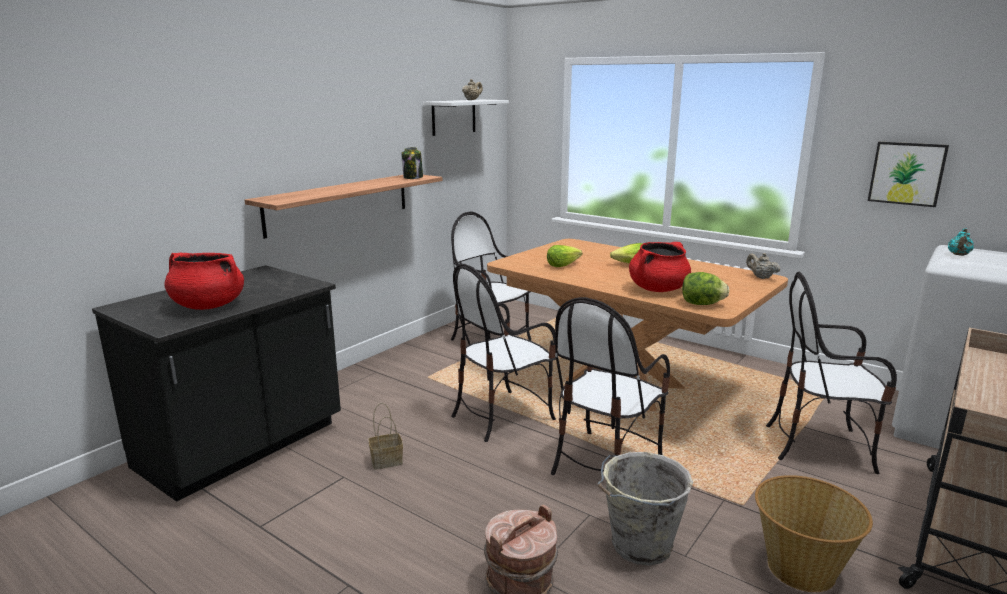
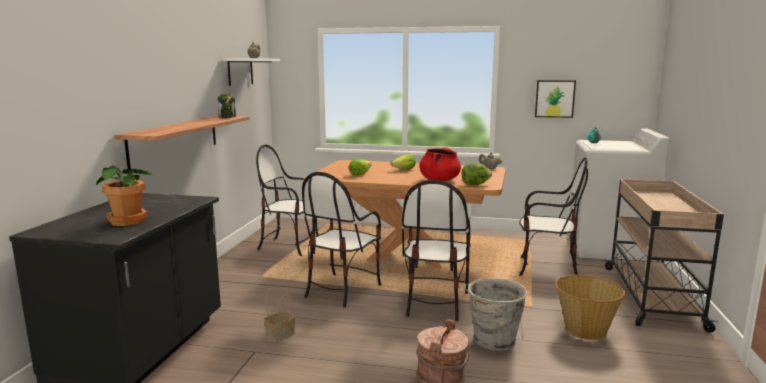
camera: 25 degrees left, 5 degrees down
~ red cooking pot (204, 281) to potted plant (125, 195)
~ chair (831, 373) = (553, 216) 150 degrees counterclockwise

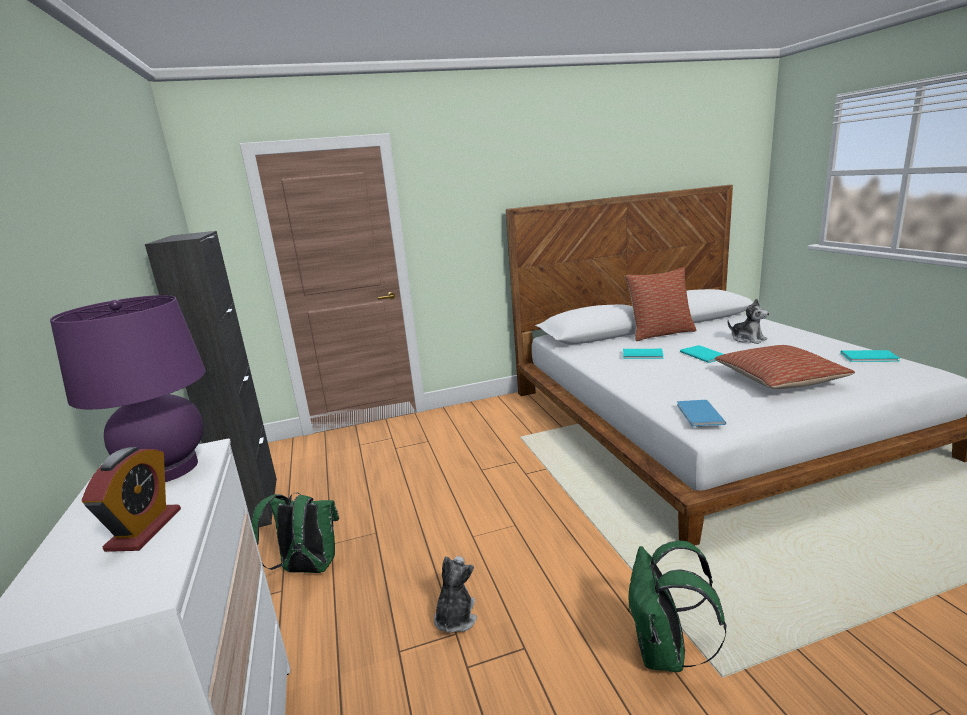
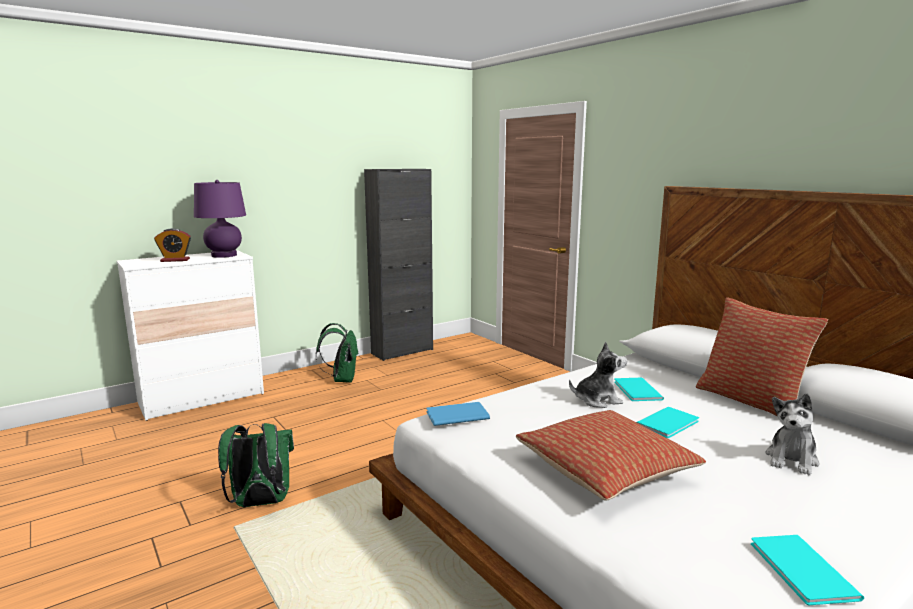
camera: 70 degrees right, 5 degrees down
~ plush toy (455, 594) to (598, 375)

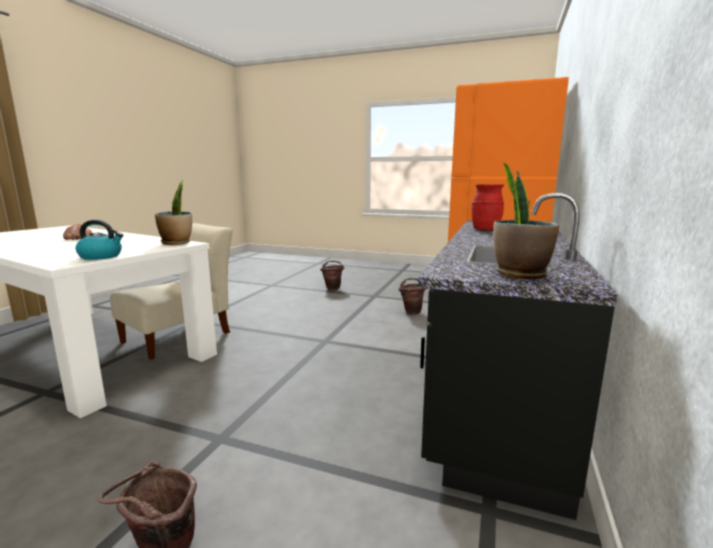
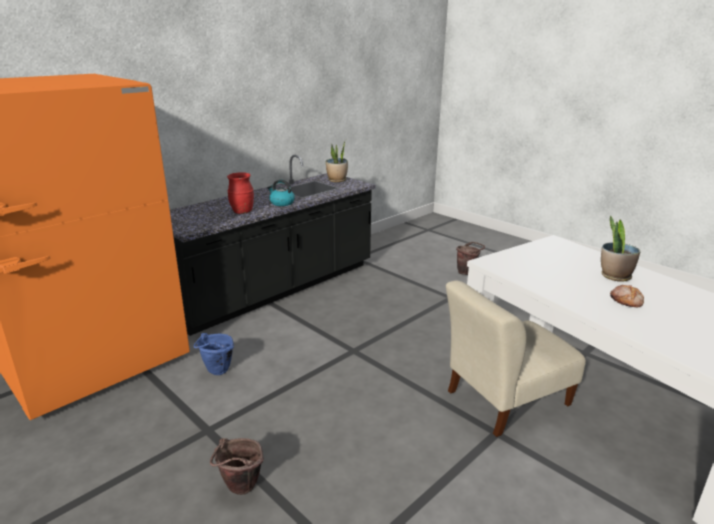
camera: 155 degrees left, 10 degrees up
~ brown bucket (412, 296) to blue bucket (214, 354)
~ kettle (99, 240) to (281, 192)
~ potted plant (173, 212) to (620, 249)

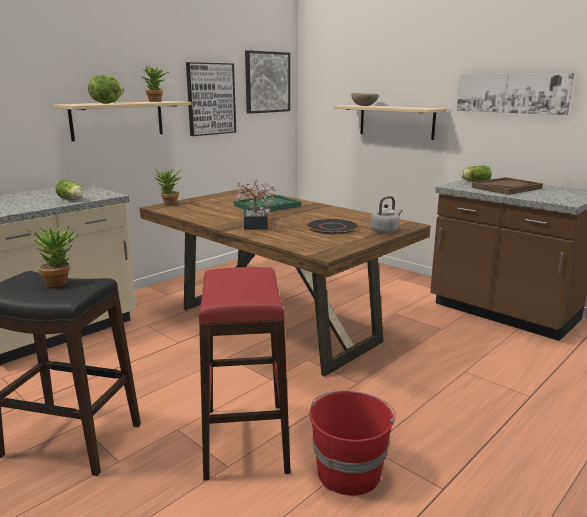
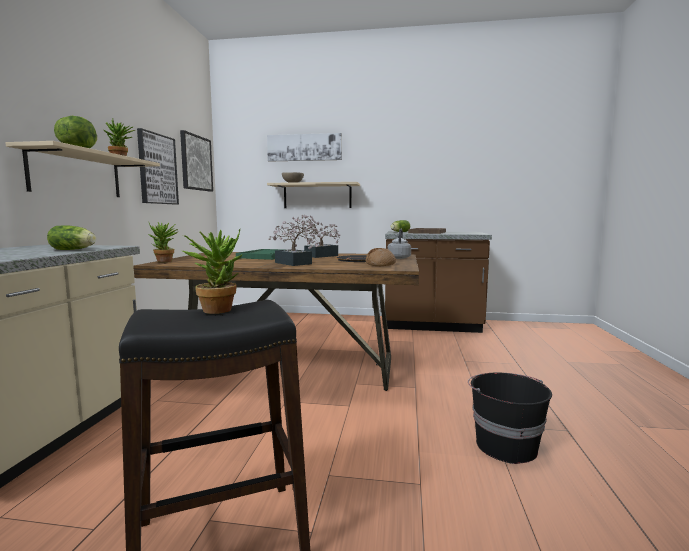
camera: 35 degrees left, 10 degrees down
~ picture (516, 94) to (304, 147)
+ potted plant (317, 237)
+ bread (381, 257)
~ red bucket (353, 443) to black bucket (510, 418)
- red stool (245, 373)

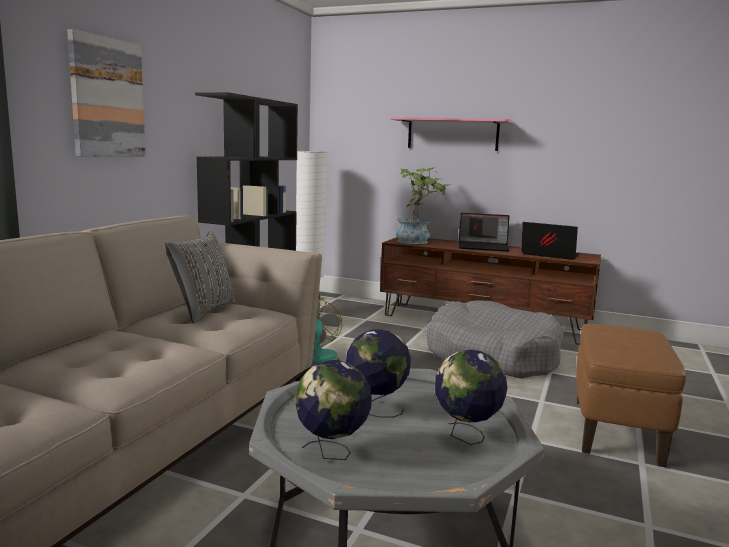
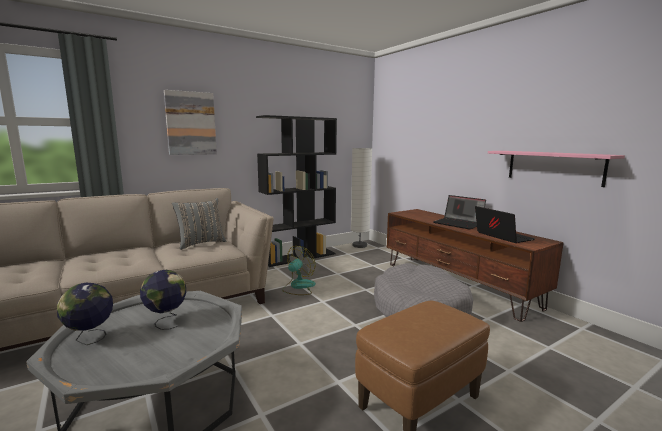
camera: 35 degrees right, 0 degrees up
~ pink shelf (451, 134) to (556, 169)
- potted plant (422, 206)
- globe (471, 397)

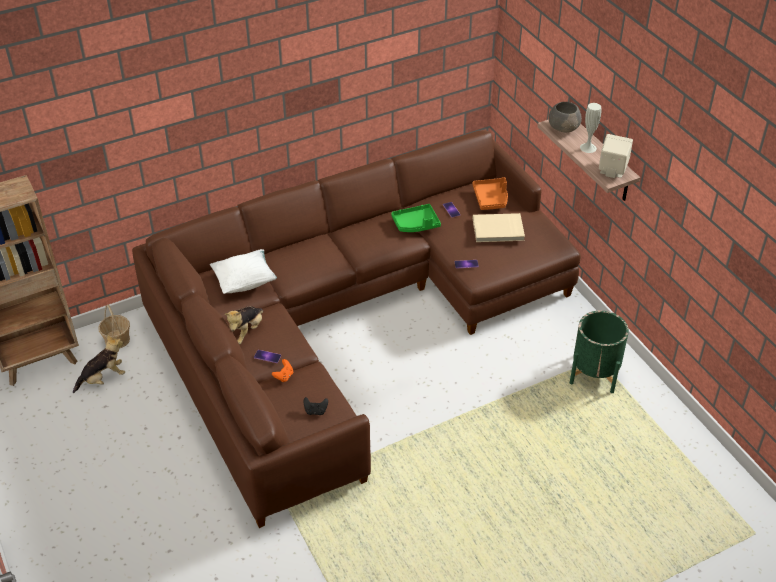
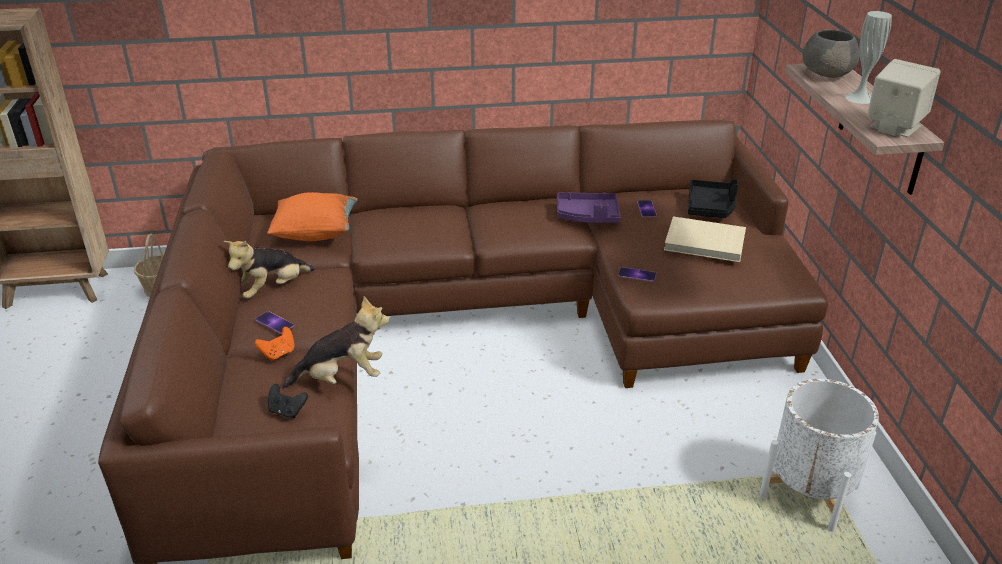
camera: 20 degrees right, 10 degrees down
~ white pillow (243, 271) to orange pillow (312, 216)
~ plush toy (99, 363) to (335, 342)
~ green tray (416, 218) to purple tray (589, 207)
~ orange tray (490, 193) to black tray (713, 198)
~ green planter (599, 352) to white planter (819, 455)

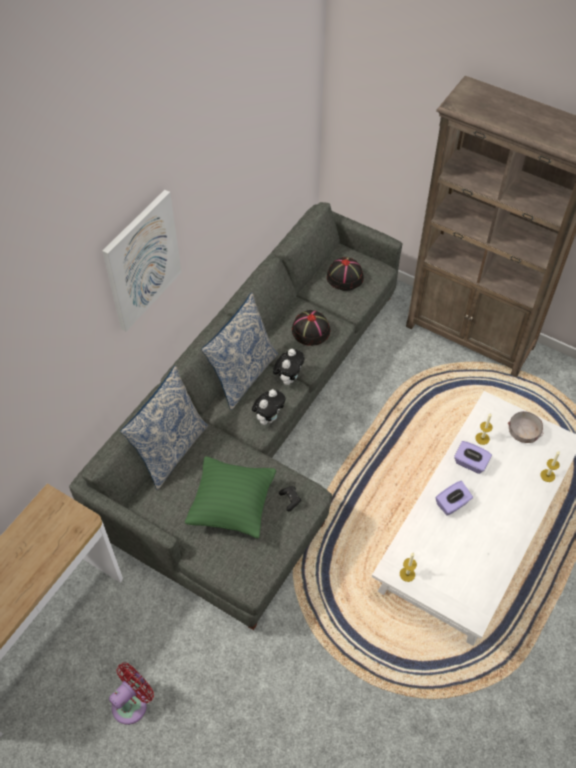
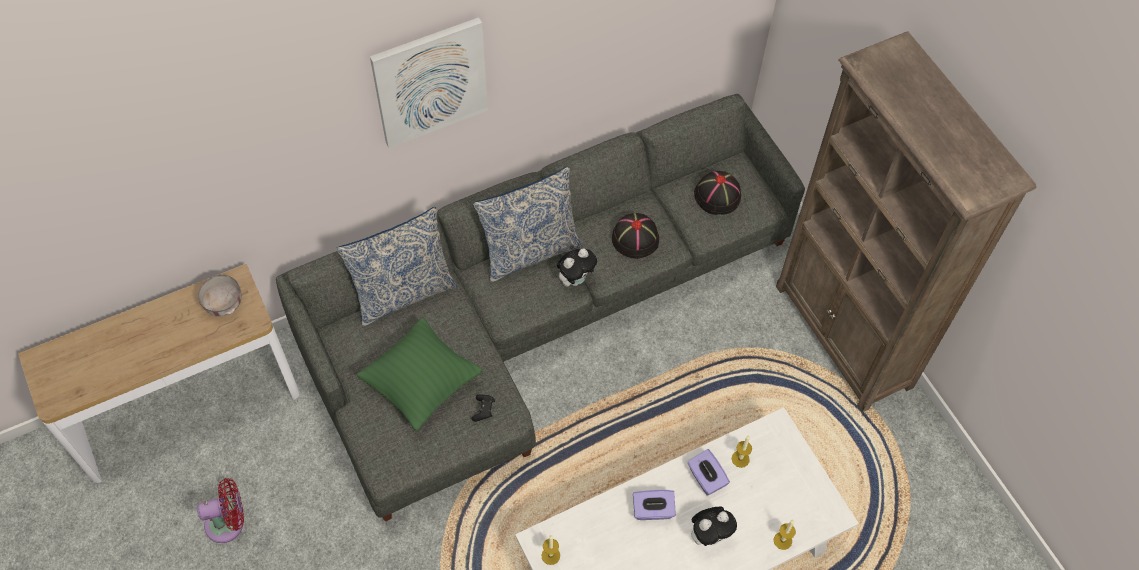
camera: 30 degrees right, 5 degrees up
~ grey bowl (526, 427) to (220, 295)
~ plush toy (268, 407) to (714, 526)

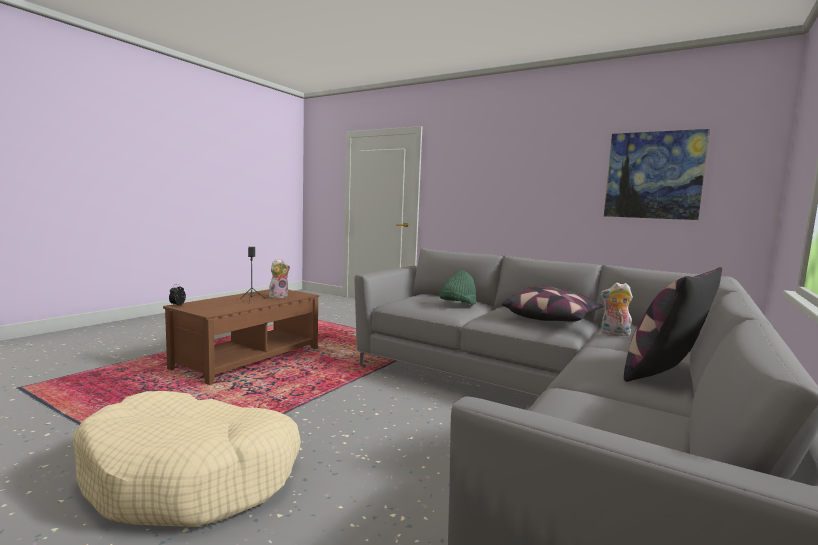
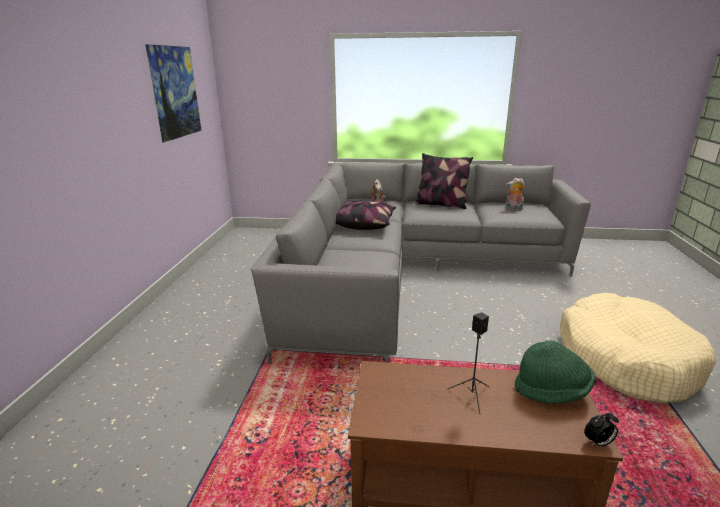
camera: 115 degrees left, 15 degrees up
~ plush toy (279, 279) to (515, 194)
~ green hat (458, 287) to (555, 372)

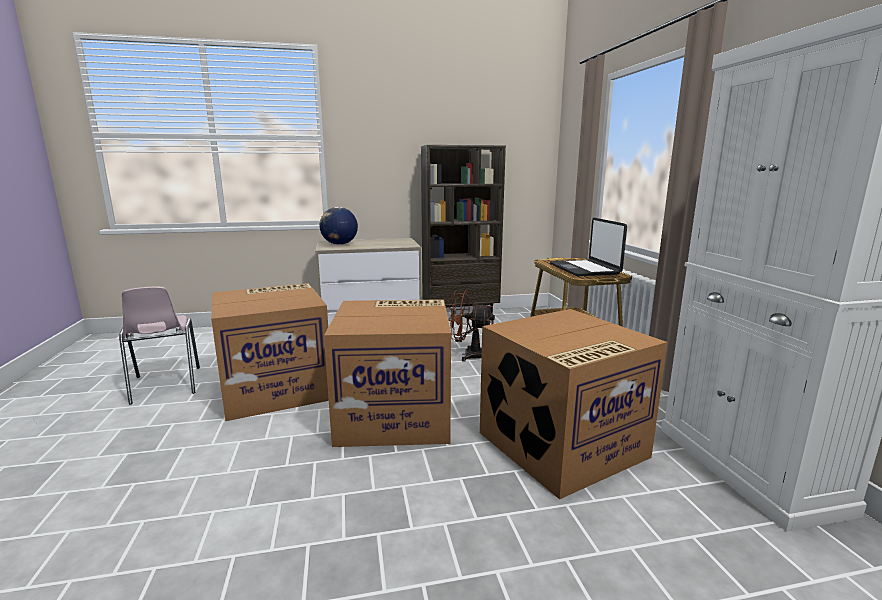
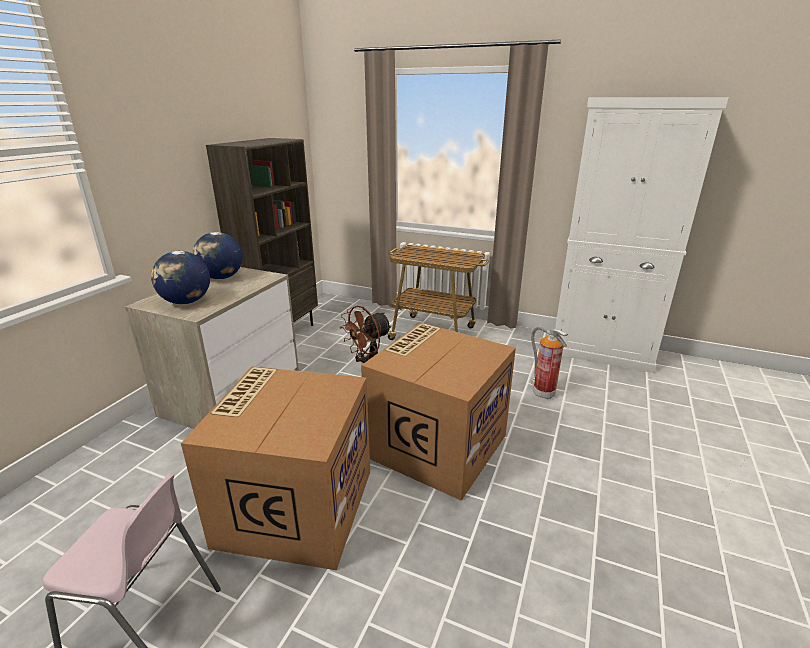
camera: 55 degrees left, 10 degrees up
+ globe (217, 255)
~ cardboard box (574, 404) to fire extinguisher (549, 363)
- laptop (588, 247)

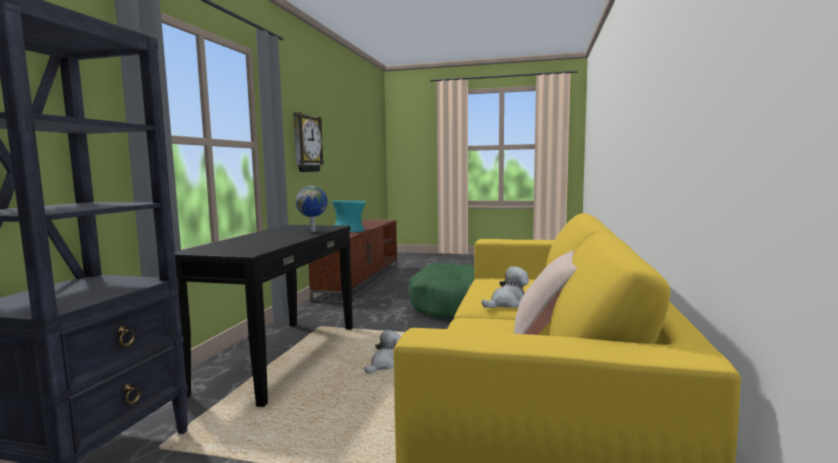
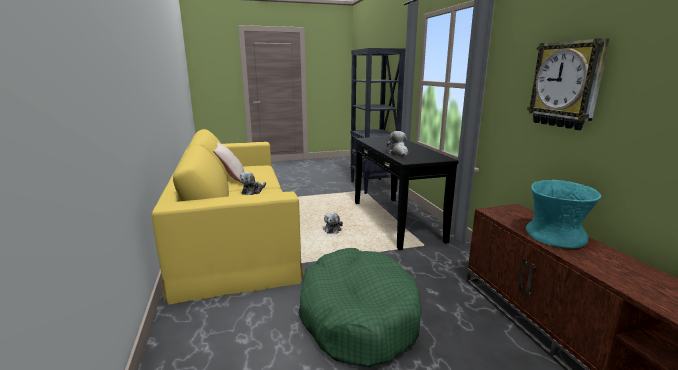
camera: 150 degrees right, 10 degrees up
~ globe (312, 209) to plush toy (398, 144)

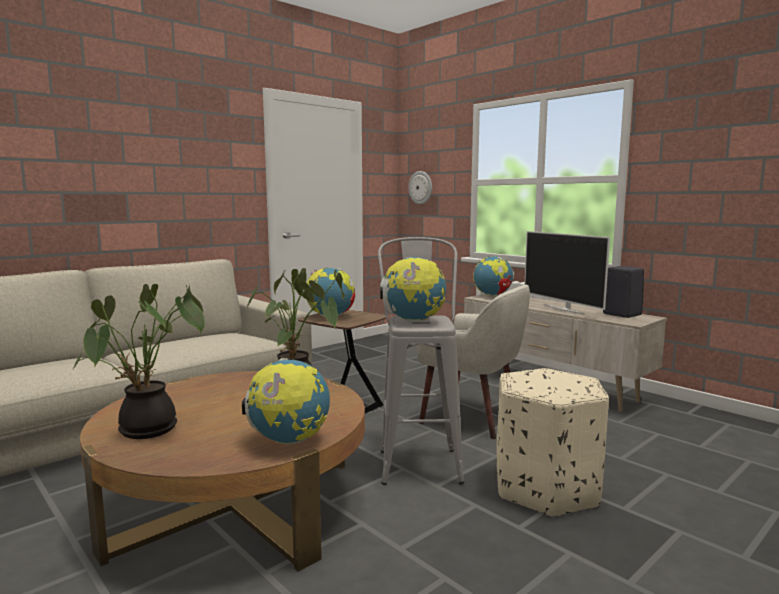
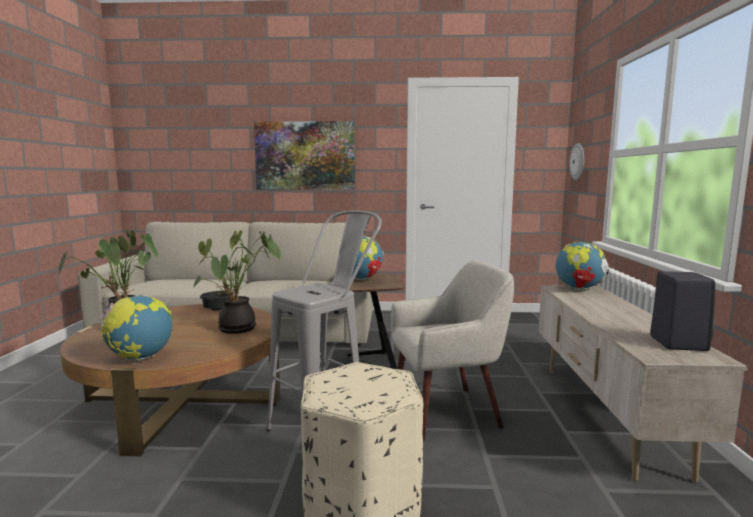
camera: 45 degrees right, 0 degrees up
+ black bowl (216, 300)
+ picture (304, 155)
~ beige armchair (473, 362) = (452, 351) 90 degrees counterclockwise
- globe (413, 289)
- television (567, 273)

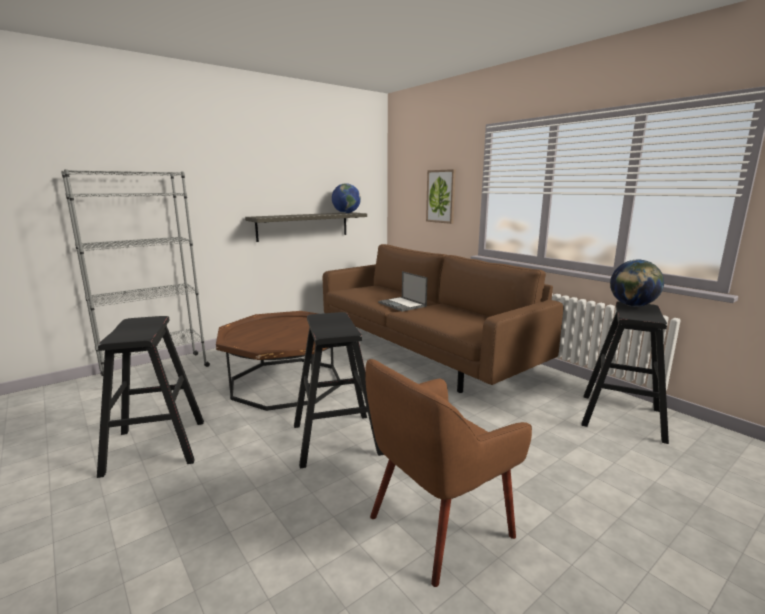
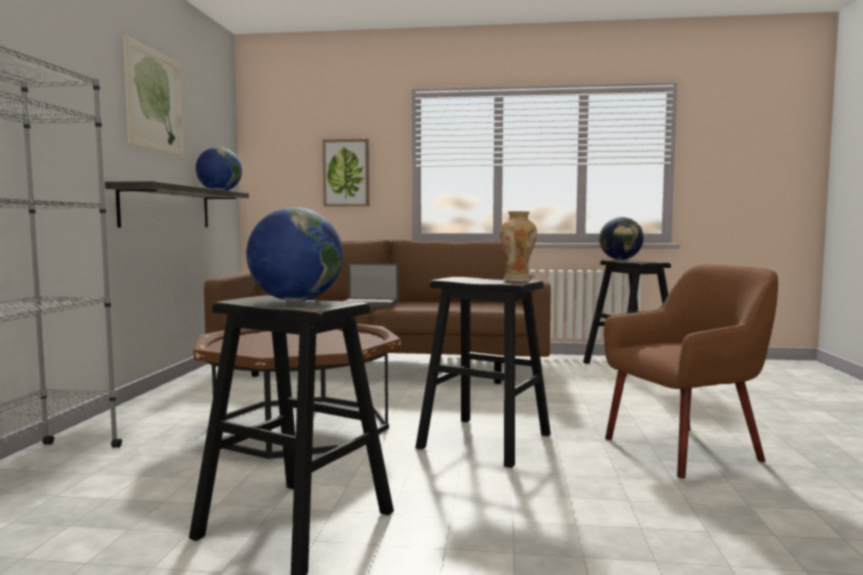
camera: 45 degrees left, 10 degrees down
+ picture (153, 96)
+ globe (294, 254)
+ vase (518, 246)
~ brown armchair (448, 473) = (691, 371) 120 degrees counterclockwise

